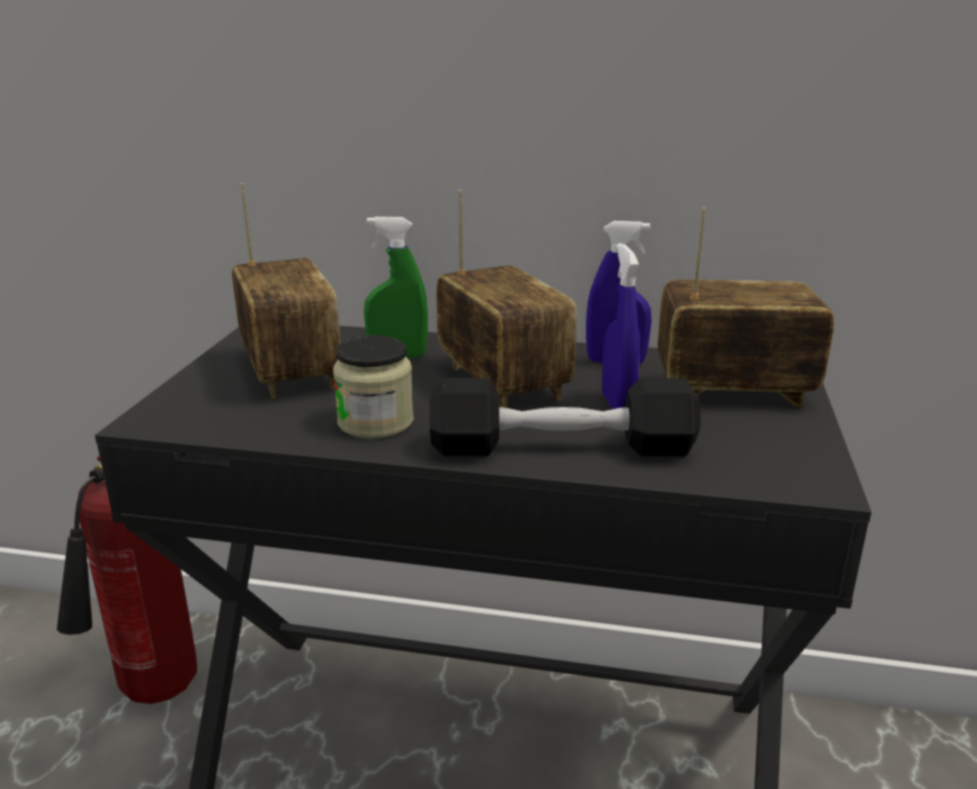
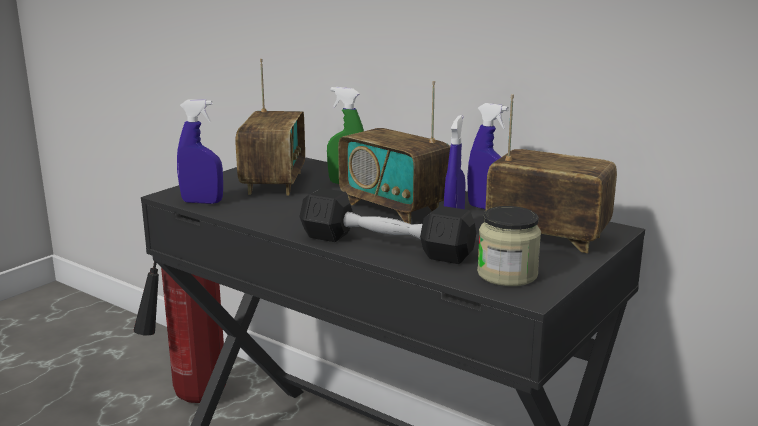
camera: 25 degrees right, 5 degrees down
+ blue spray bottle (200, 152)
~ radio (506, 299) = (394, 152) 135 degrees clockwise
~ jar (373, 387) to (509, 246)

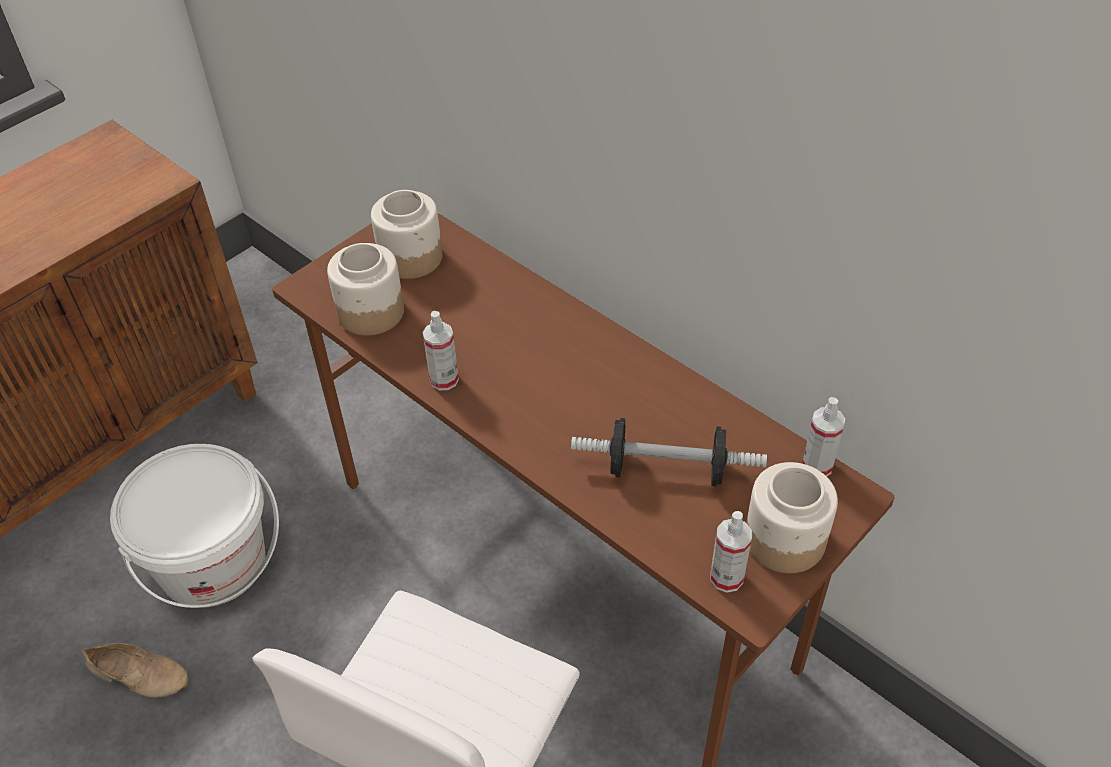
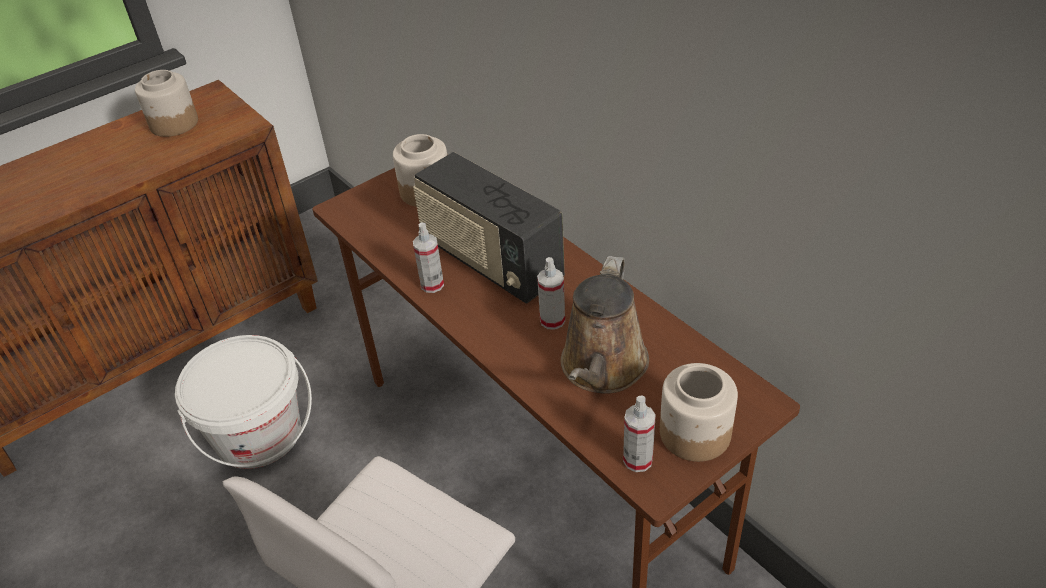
camera: 10 degrees right, 5 degrees down
~ jar (365, 289) to (166, 103)
+ radio (489, 227)
~ spray bottle (823, 436) to (551, 293)
~ dumbbell (669, 452) to brown watering can (605, 325)
- beige shoe (135, 670)

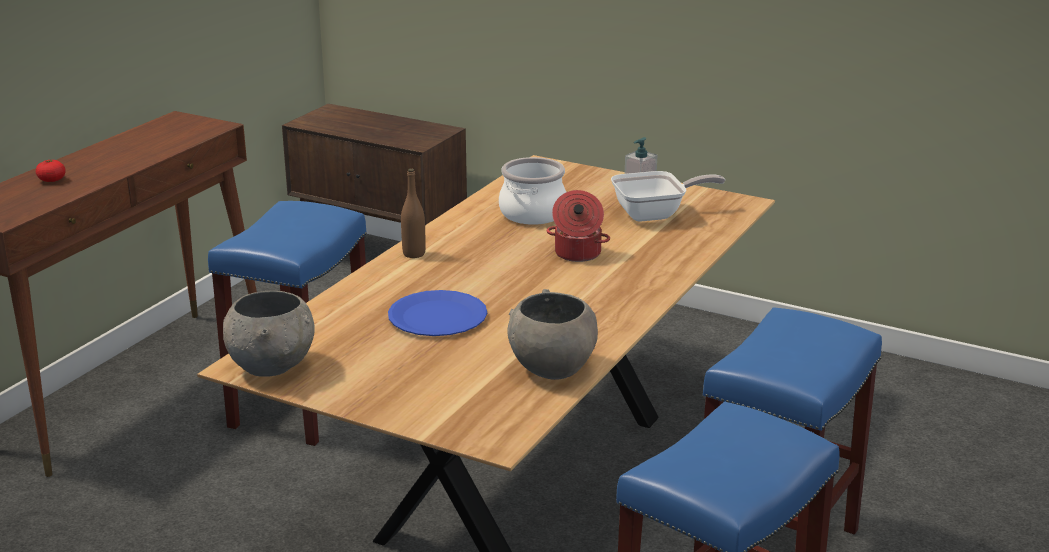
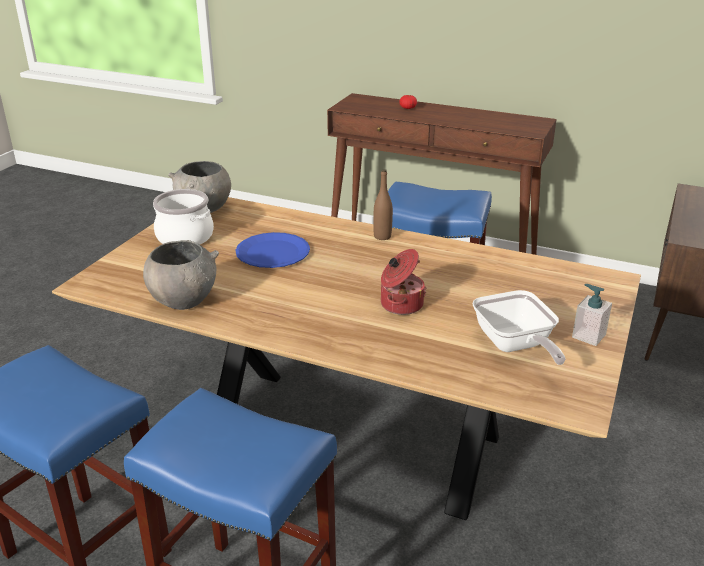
camera: 85 degrees right, 5 degrees up
~ cooking pot (532, 191) to (183, 216)

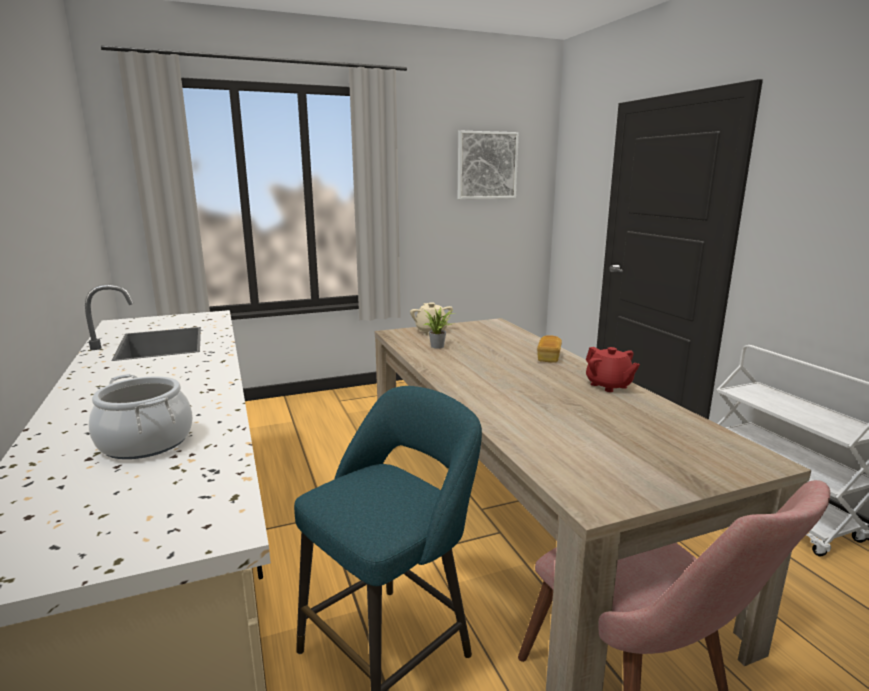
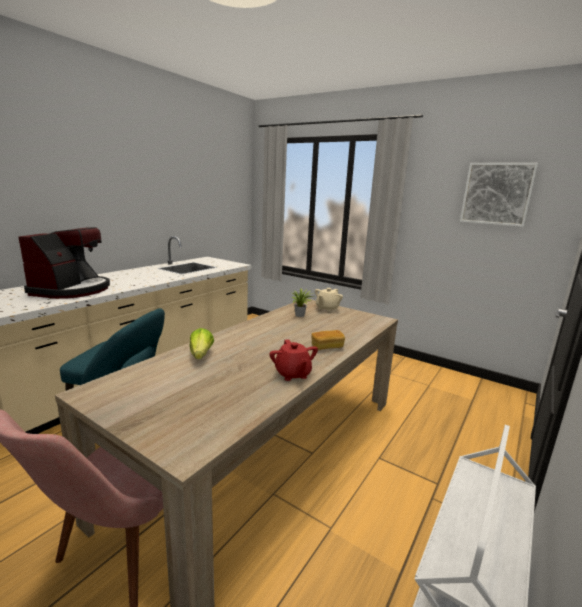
camera: 55 degrees right, 0 degrees up
~ cooking pot (140, 416) to coffee machine (64, 263)
+ lettuce (202, 343)
~ red teapot (613, 369) = (294, 360) 45 degrees counterclockwise

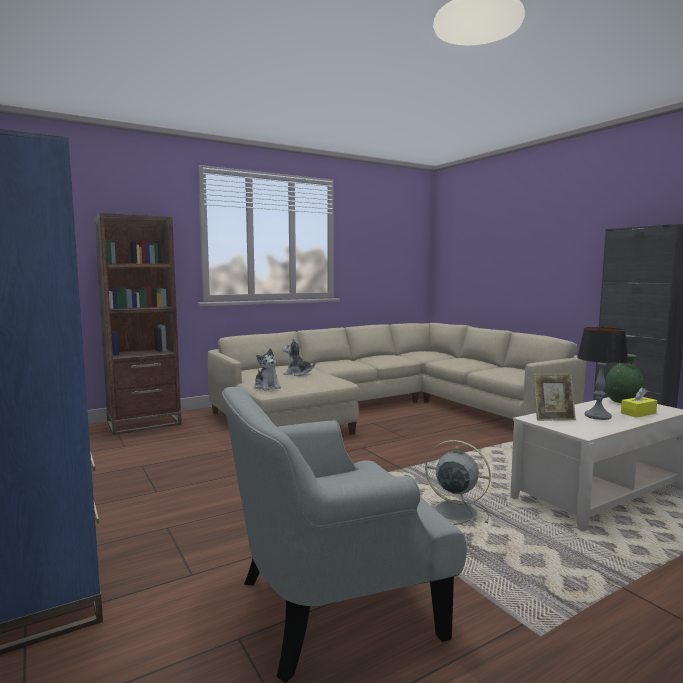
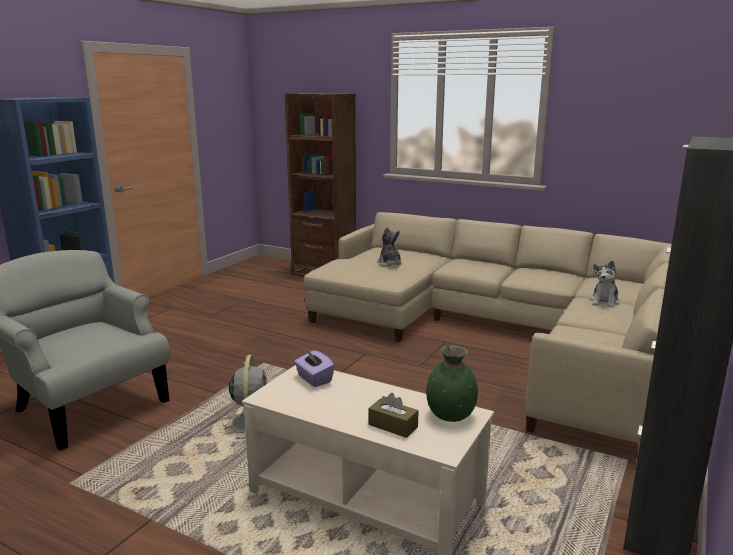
camera: 60 degrees right, 10 degrees up
~ picture frame (554, 397) to purple tissue box (314, 368)
~ yellow tissue box (639, 402) to brown tissue box (393, 415)
~ plush toy (267, 370) to (605, 284)
- table lamp (602, 373)

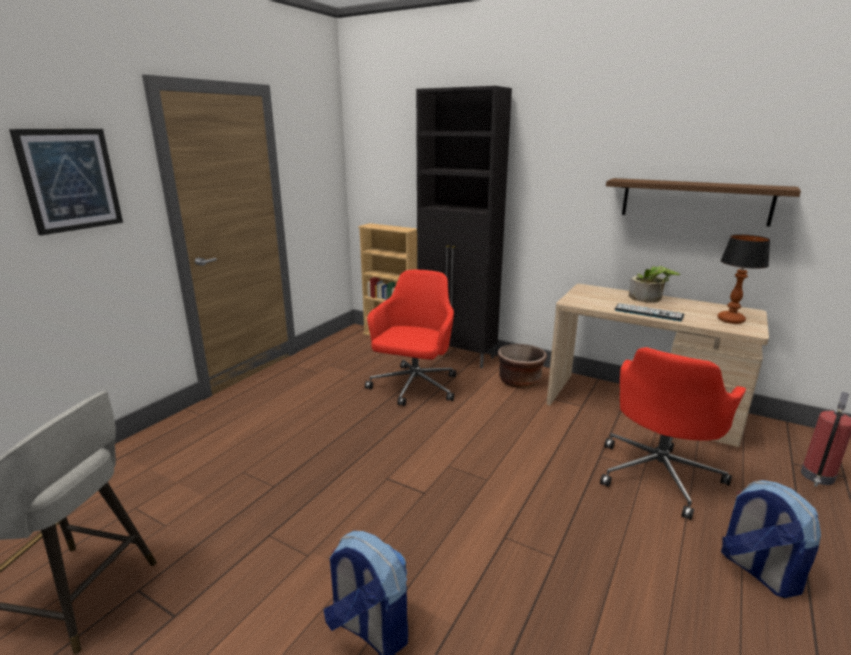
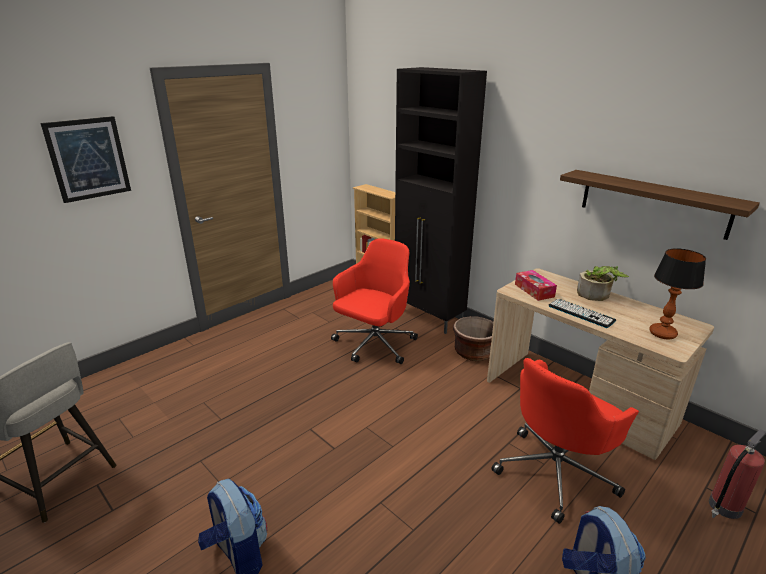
camera: 15 degrees right, 5 degrees up
+ tissue box (536, 285)

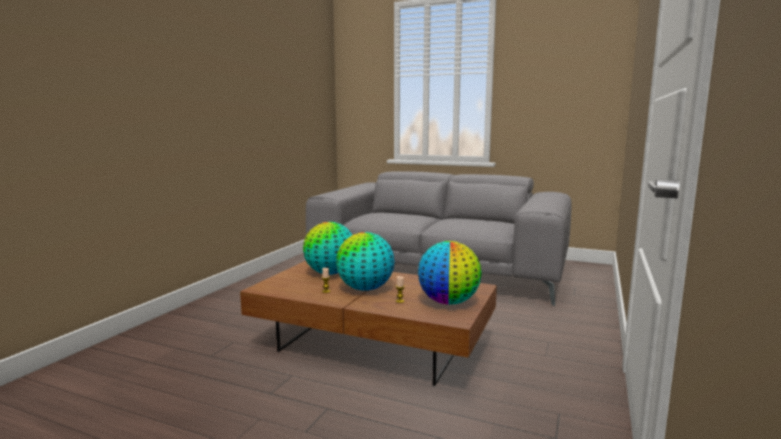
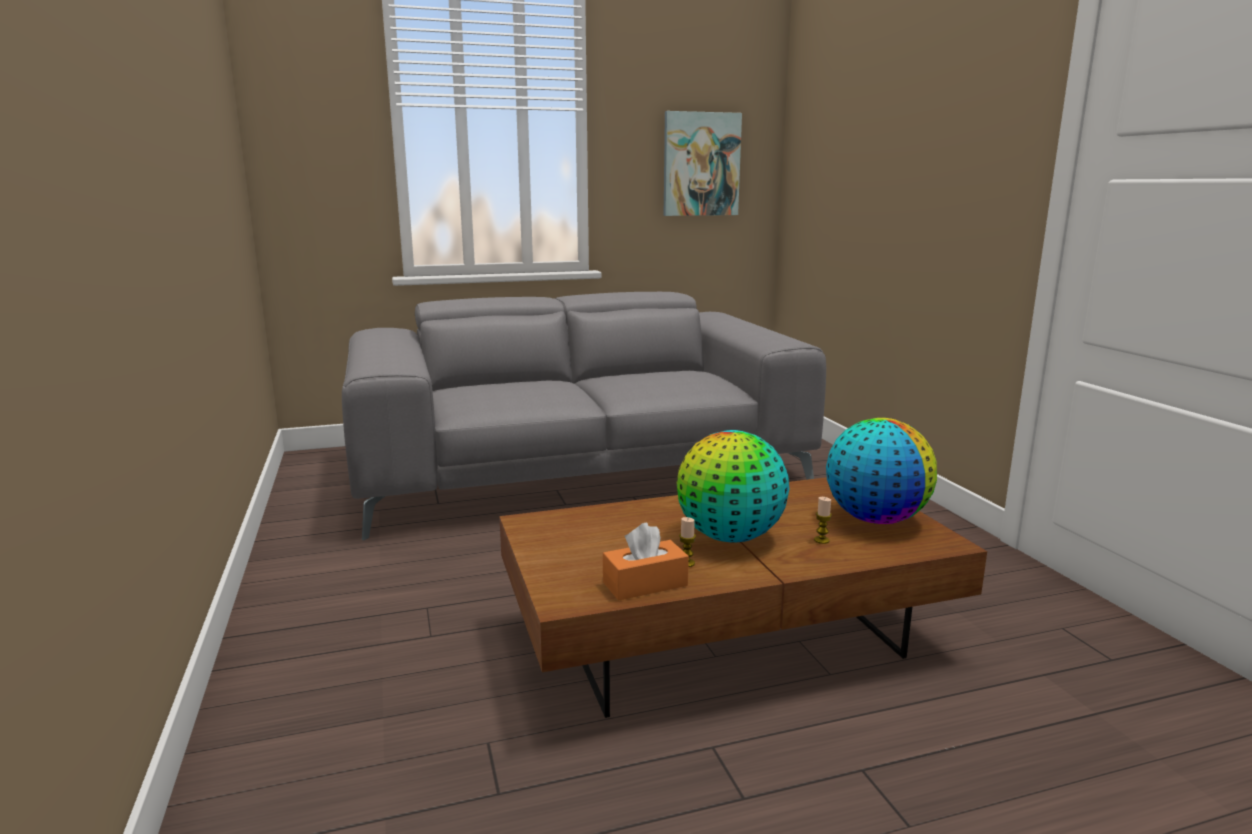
camera: 40 degrees left, 5 degrees up
+ orange tissue box (646, 561)
+ picture (703, 163)
- globe (327, 248)

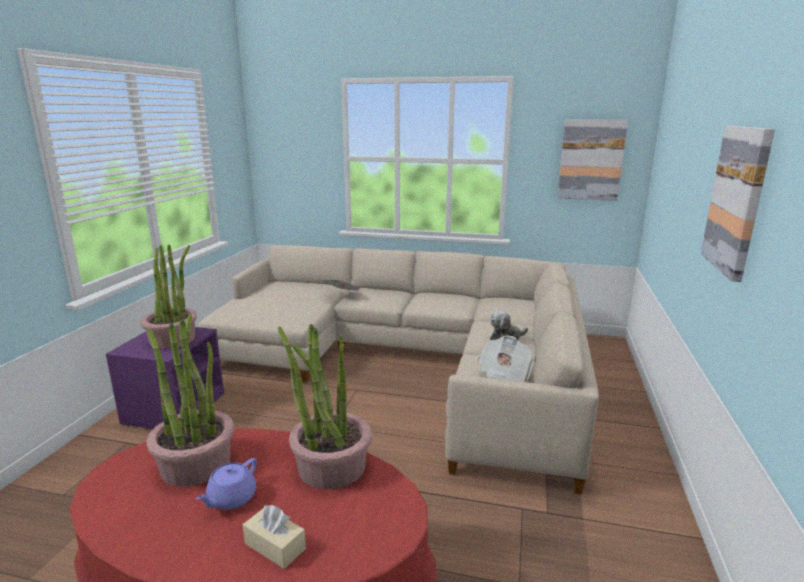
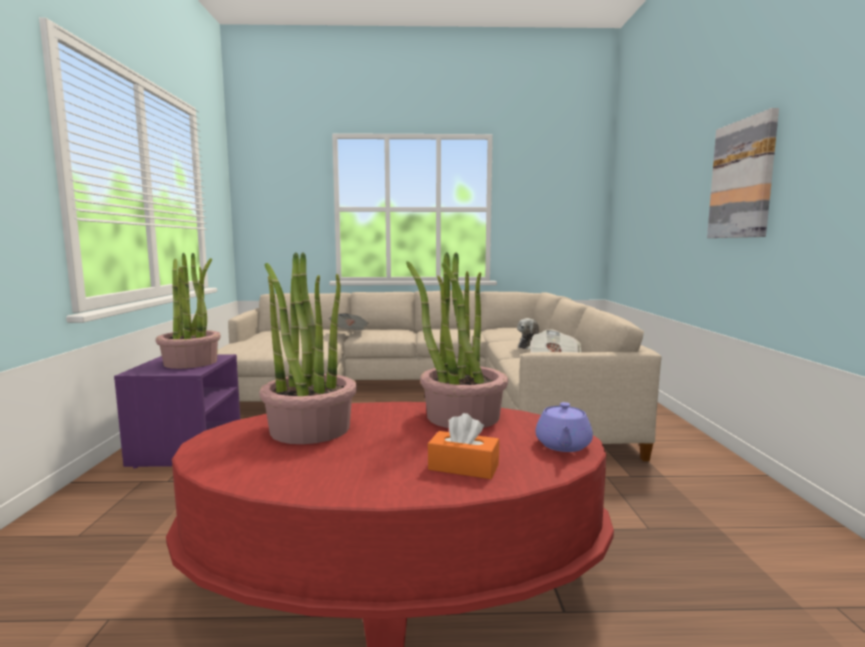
camera: 15 degrees left, 10 degrees down
~ beige tissue box (274, 537) to orange tissue box (463, 446)
~ purple teapot (226, 484) to (564, 427)
- picture (592, 160)

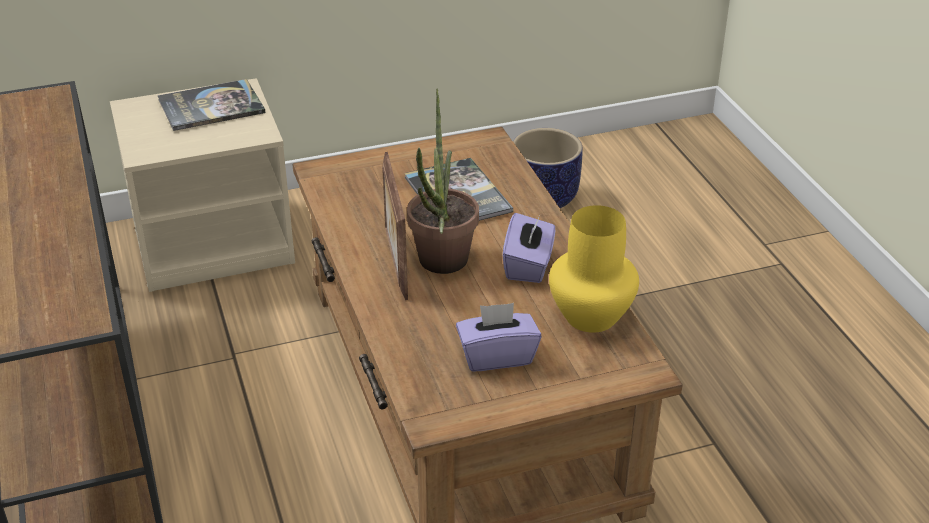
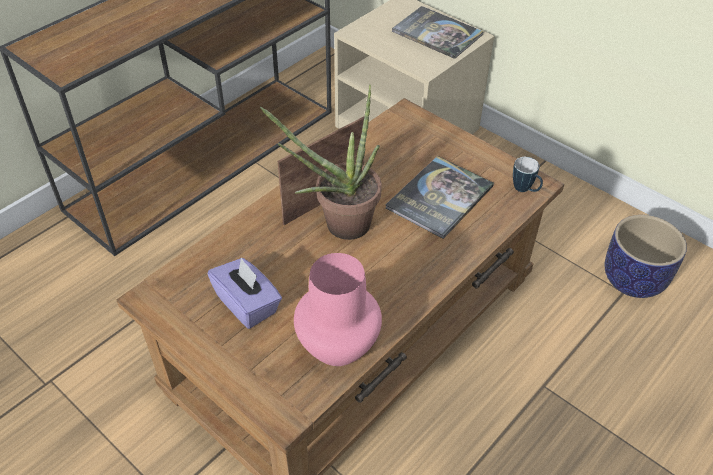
camera: 60 degrees right, 10 degrees up
~ yellow vase (594, 269) to pink vase (338, 309)
+ mug (528, 174)
- purple tissue box (529, 248)

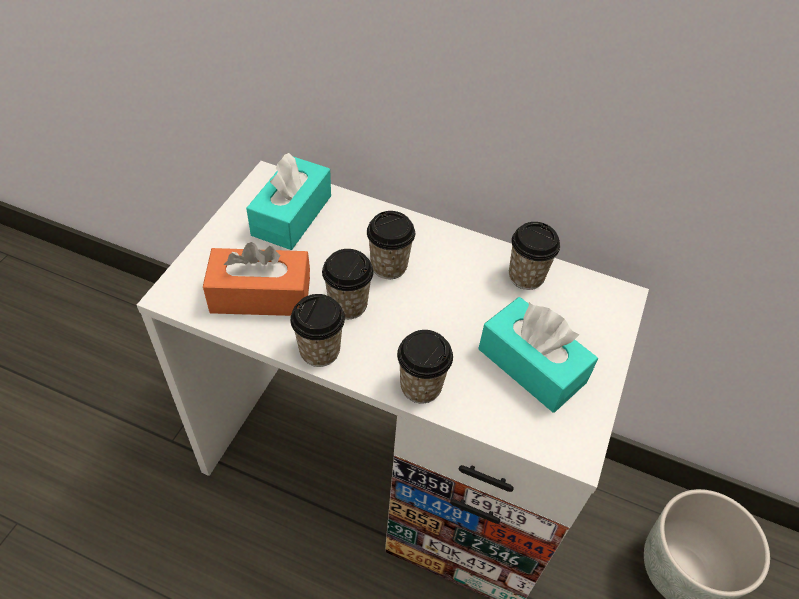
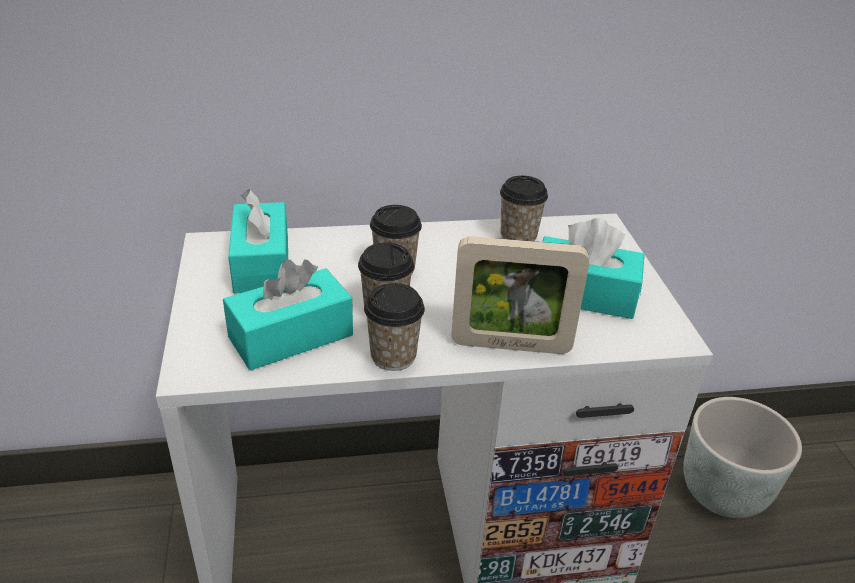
camera: 30 degrees left, 15 degrees down
~ orange tissue box (256, 279) to turquoise tissue box (288, 315)
~ cup (425, 367) to picture frame (520, 295)

